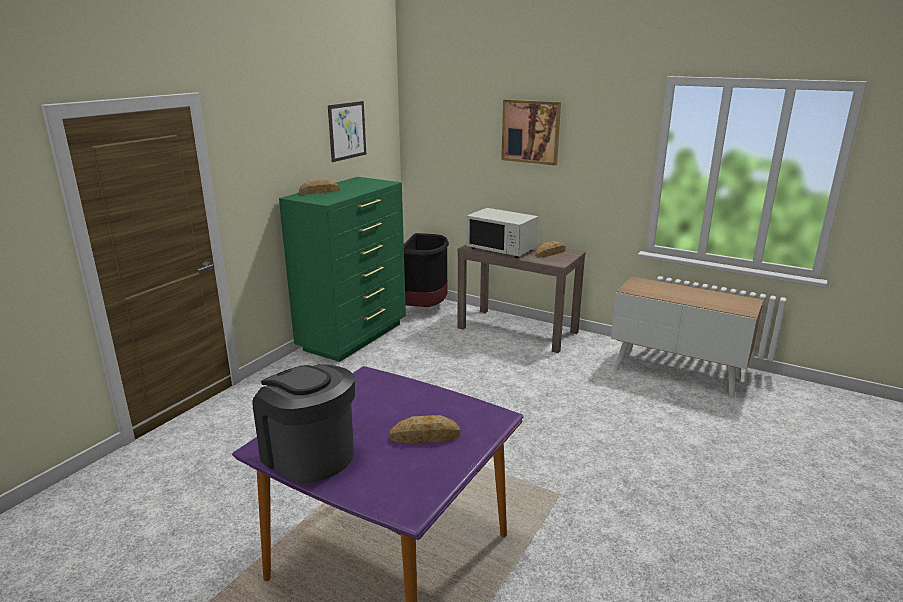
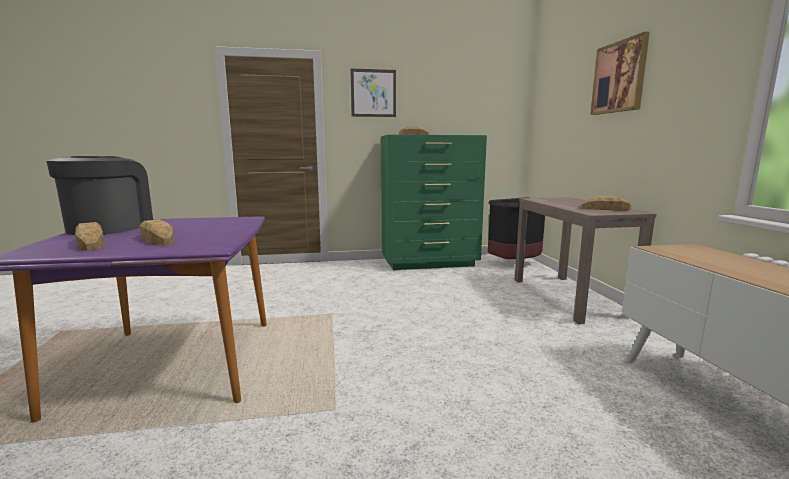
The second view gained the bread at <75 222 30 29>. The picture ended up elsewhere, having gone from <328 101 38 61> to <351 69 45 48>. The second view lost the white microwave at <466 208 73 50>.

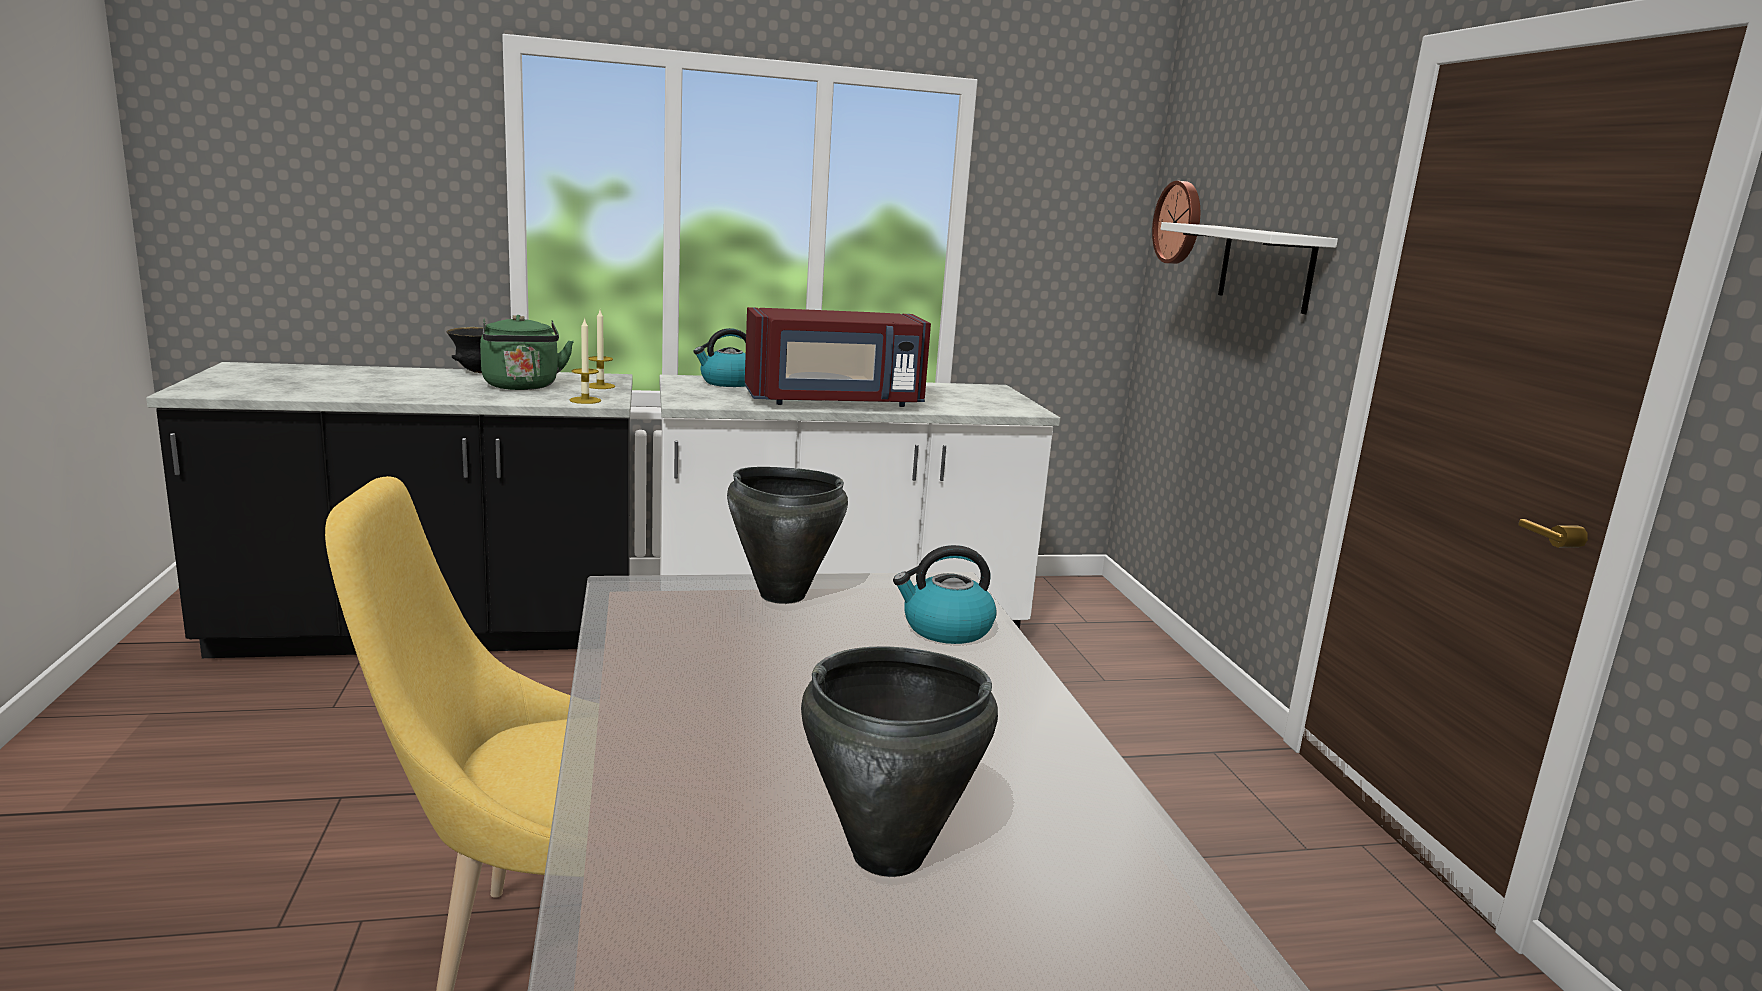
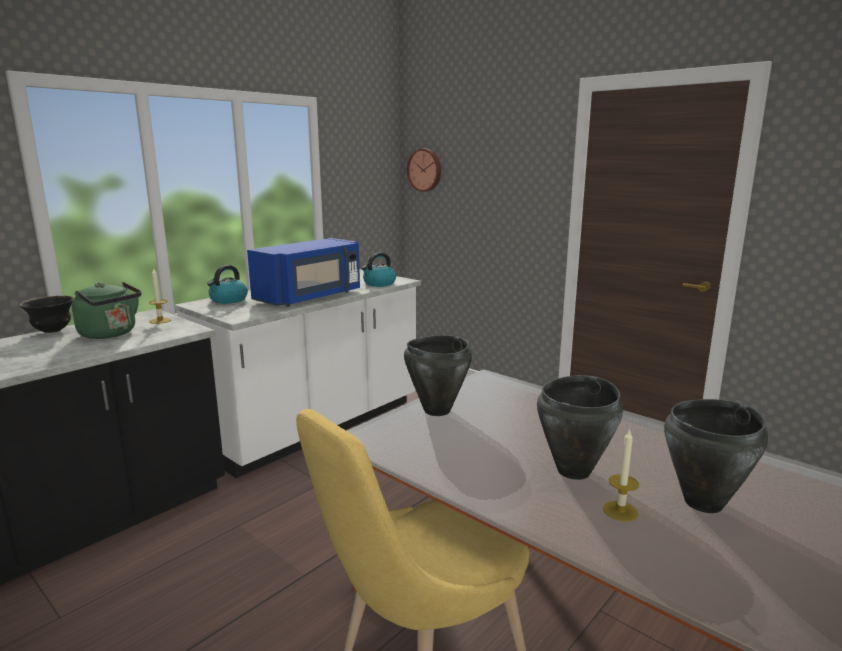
What was the red microwave at <745 307 186 100> turned into the blue microwave at <247 238 113 69>. The kettle ended up elsewhere, having gone from <893 545 104 99> to <362 253 34 34>. The second view gained the black cooking pot at <537 375 86 105>. The candle ended up elsewhere, having gone from <570 318 31 86> to <603 429 36 93>. The second view lost the white shelf at <1161 222 177 92>.

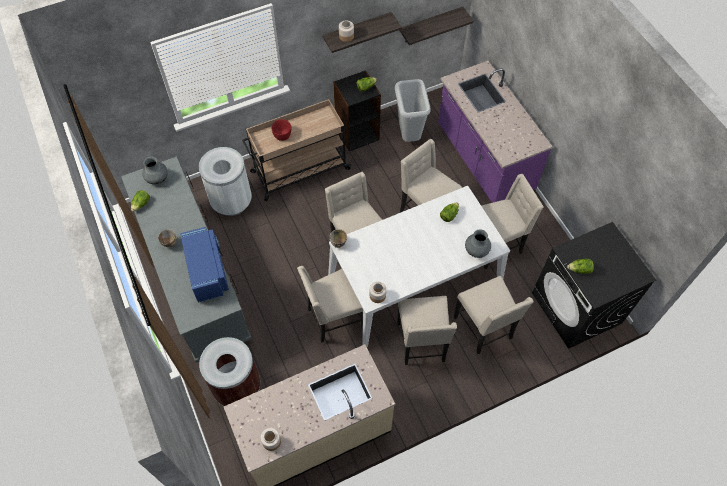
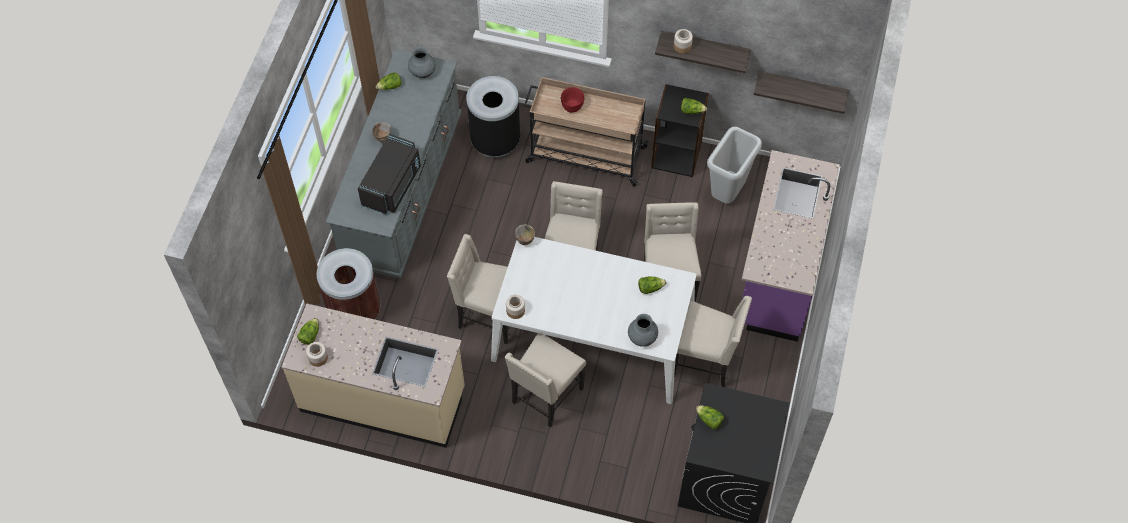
The second view gained the lettuce at <297 318 22 27>. What was the blue microwave at <180 227 49 76> turned into the black microwave at <358 134 63 81>. What was the white trash can at <199 147 53 69> turned into the black trash can at <467 76 53 82>. The second view lost the beige chair at <454 276 80 78>.

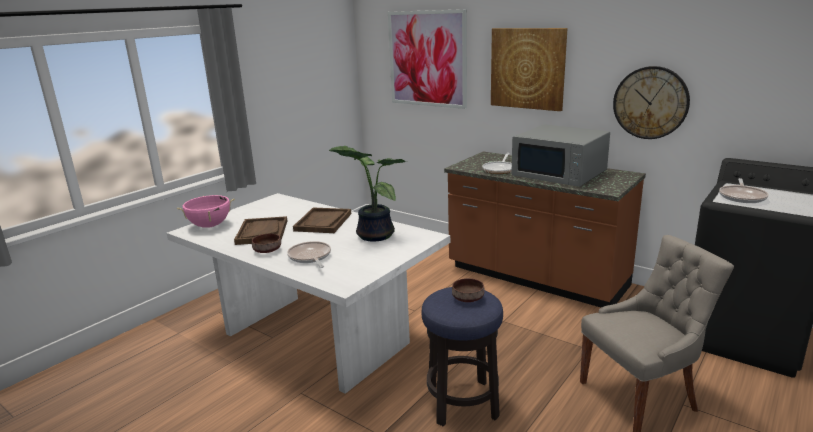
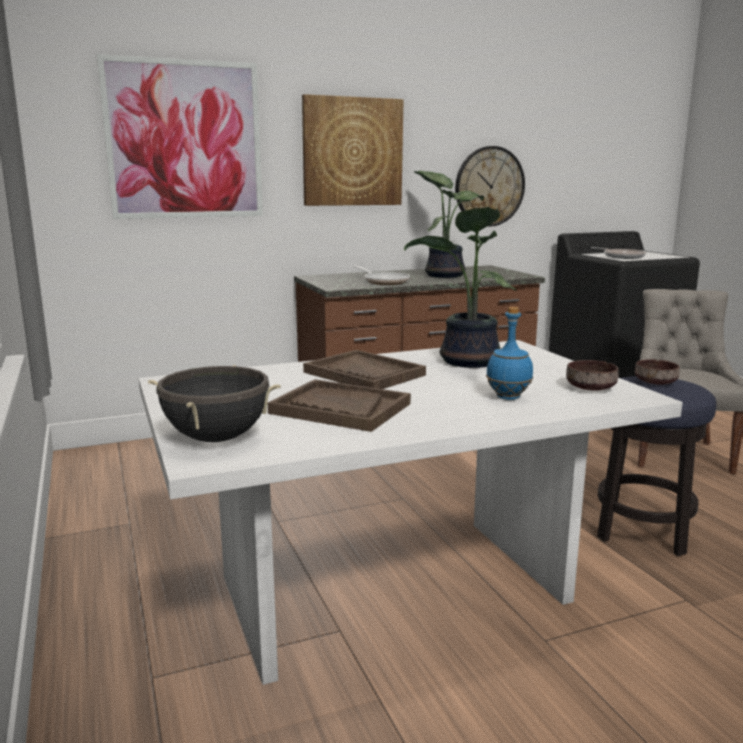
What was the pink cooking pot at <176 195 59 33> turned into the black cooking pot at <148 365 133 77>. Where the grey microwave stood at <511 124 99 63>, the potted plant came to stand at <414 171 70 107>. Where the frying pan stood at <287 241 44 27>, the blue bottle came to stand at <486 307 47 93>. The brown bowl ended up elsewhere, having gone from <252 234 29 19> to <566 360 53 31>.

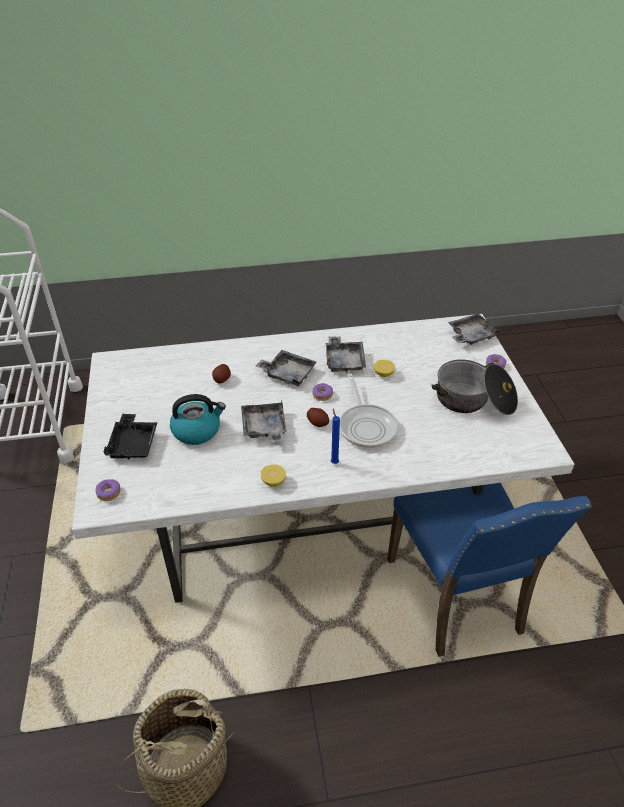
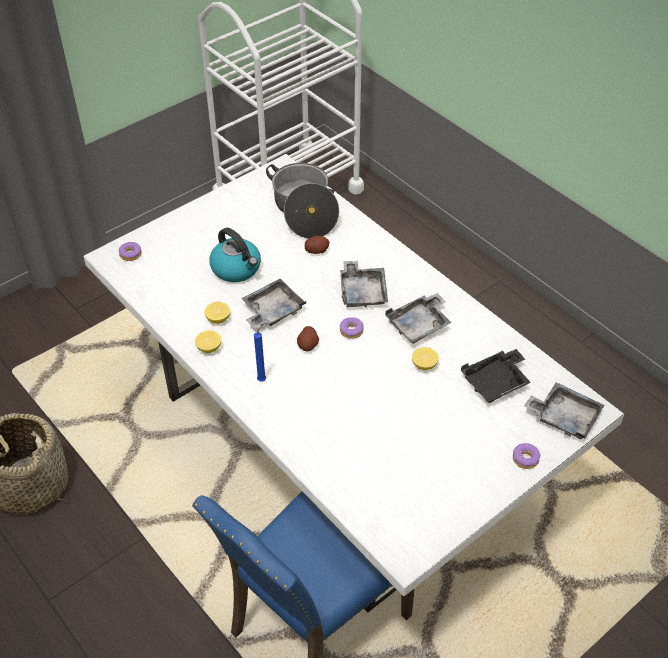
The second view gained the lemon at <204 302 26 22>. The cooking pot ended up elsewhere, having gone from <432 360 86 55> to <266 163 73 76>. The black tray ended up elsewhere, having gone from <103 414 54 46> to <461 349 70 54>. The second view lost the frying pan at <340 373 58 75>.

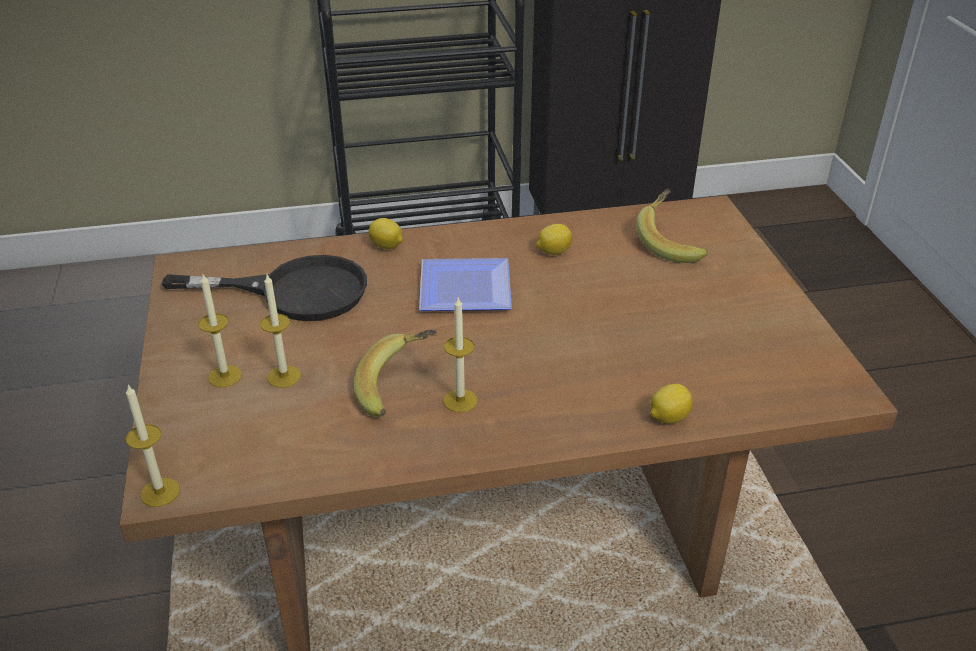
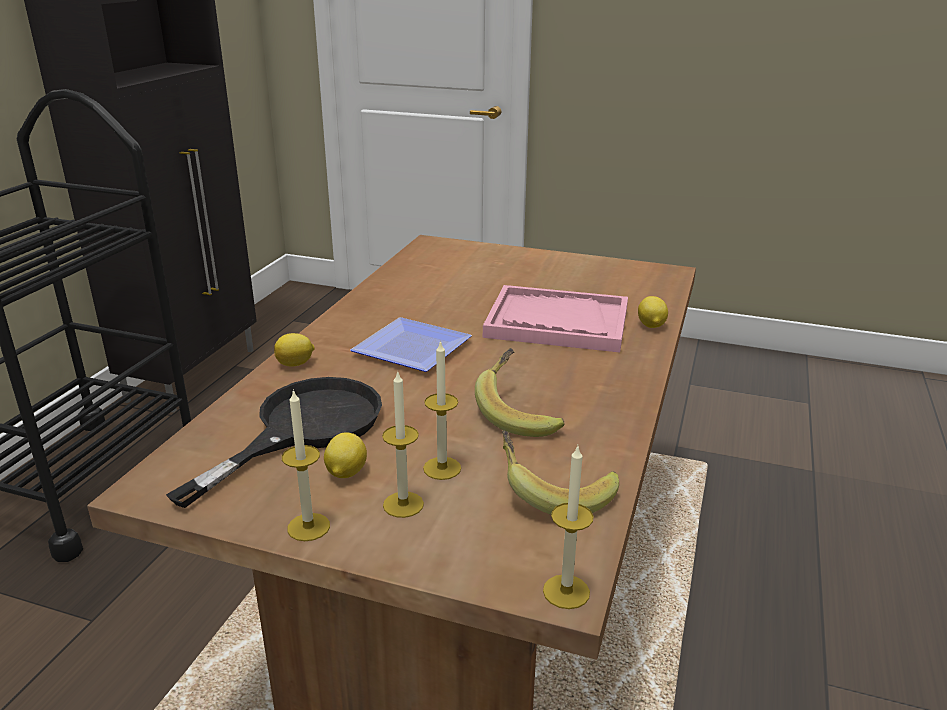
The candle ended up elsewhere, having gone from <443 297 35 116> to <282 389 48 152>. The lemon ended up elsewhere, having gone from <536 224 36 31> to <324 432 43 46>. The second view gained the pink tray at <483 285 145 68>. The banana ended up elsewhere, having gone from <636 189 72 74> to <502 431 117 83>.

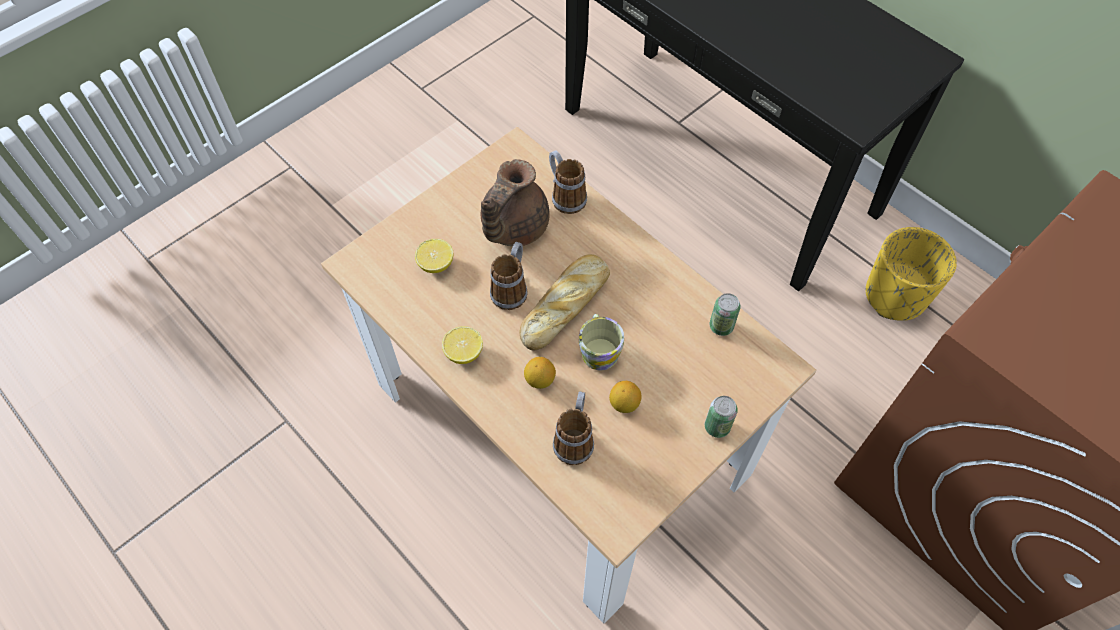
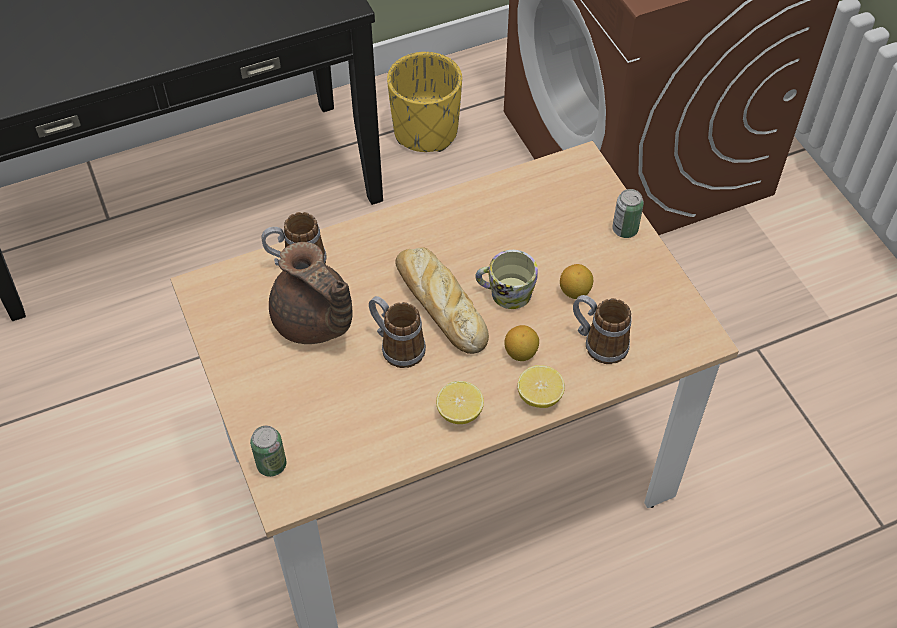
The can ended up elsewhere, having gone from <709 293 32 43> to <250 426 37 51>. The lemon ended up elsewhere, having gone from <415 239 38 34> to <518 365 47 43>.

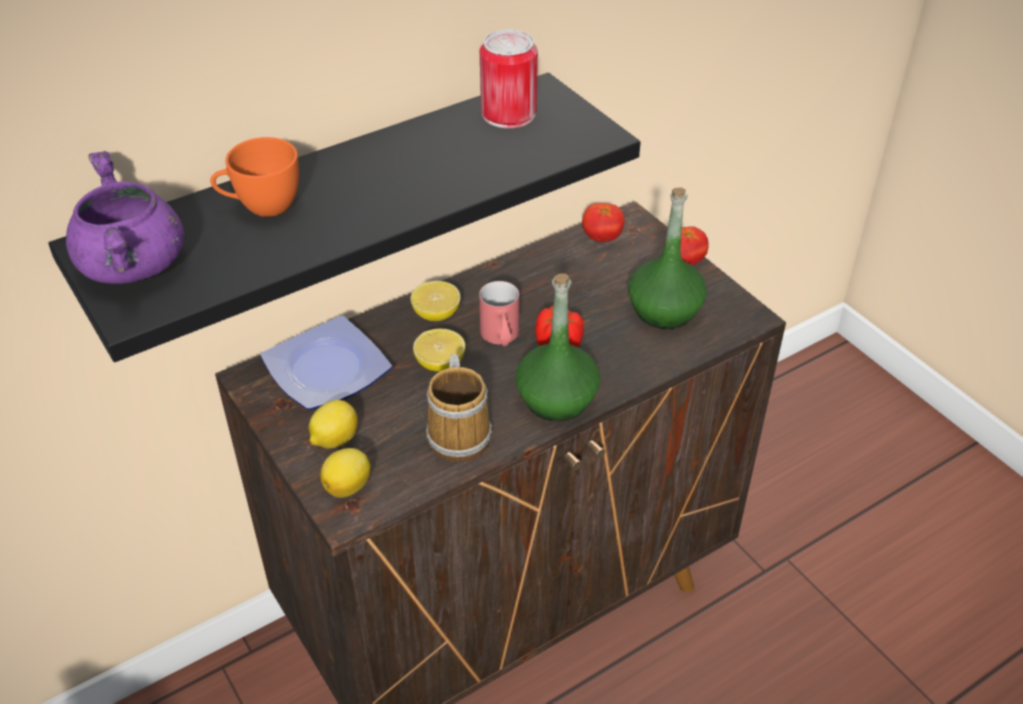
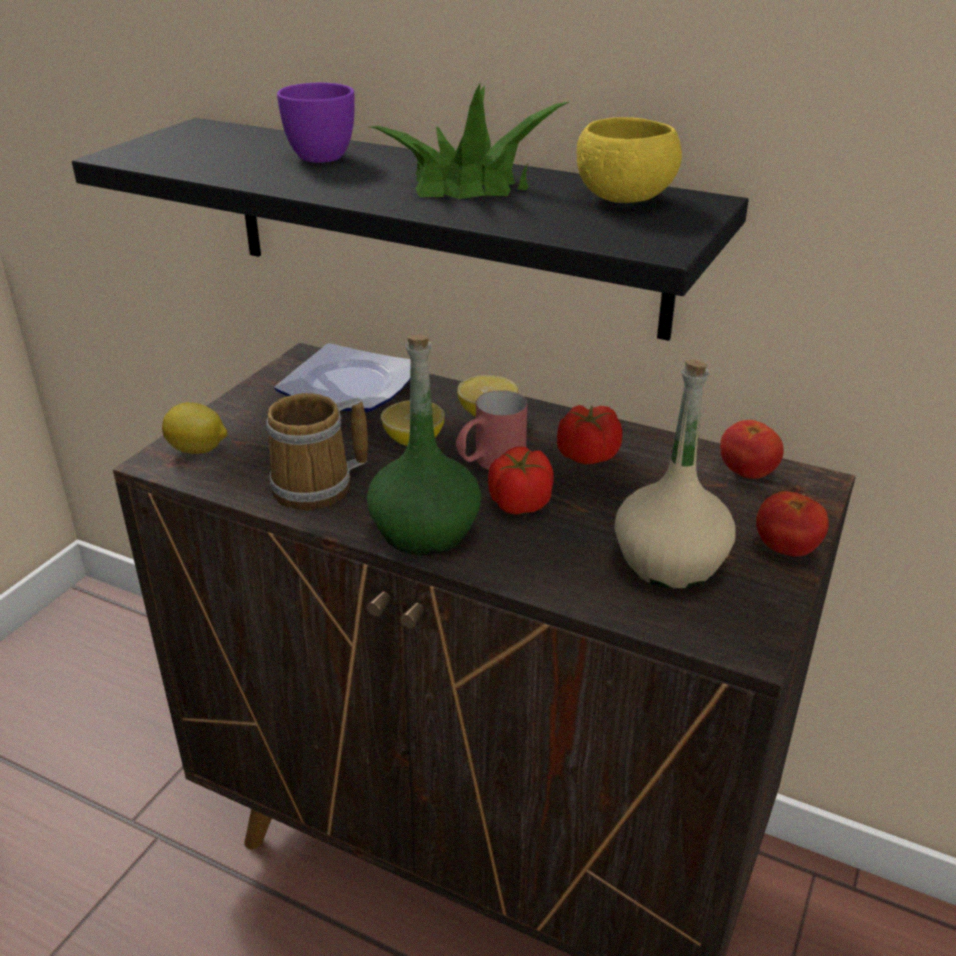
What was the orange cup at <210 137 89 80> turned into the purple cup at <277 83 78 80>. The second view gained the potted plant at <370 83 201 116>. The second view gained the tomato at <557 405 65 59>. Where the can stood at <480 29 58 99>, the yellow bowl came to stand at <577 117 105 86>. What was the green bottle at <628 188 79 141> turned into the beige bottle at <614 359 121 230>. The second view lost the purple cooking pot at <66 151 118 133>. The second view lost the lemon at <308 400 50 49>.

